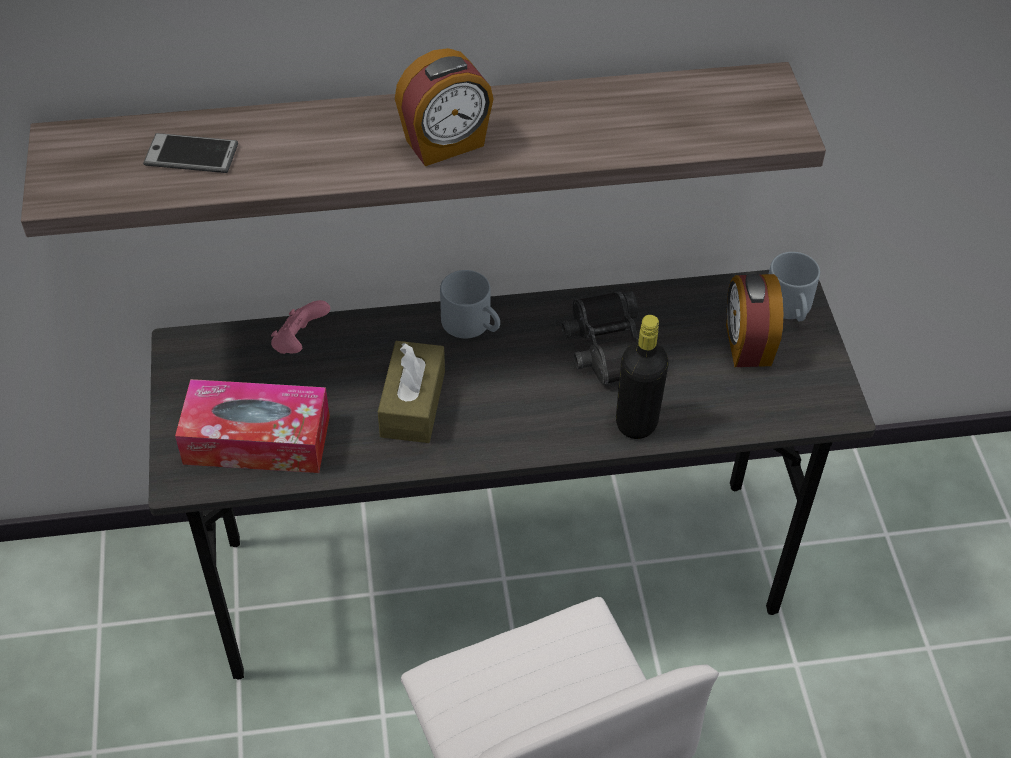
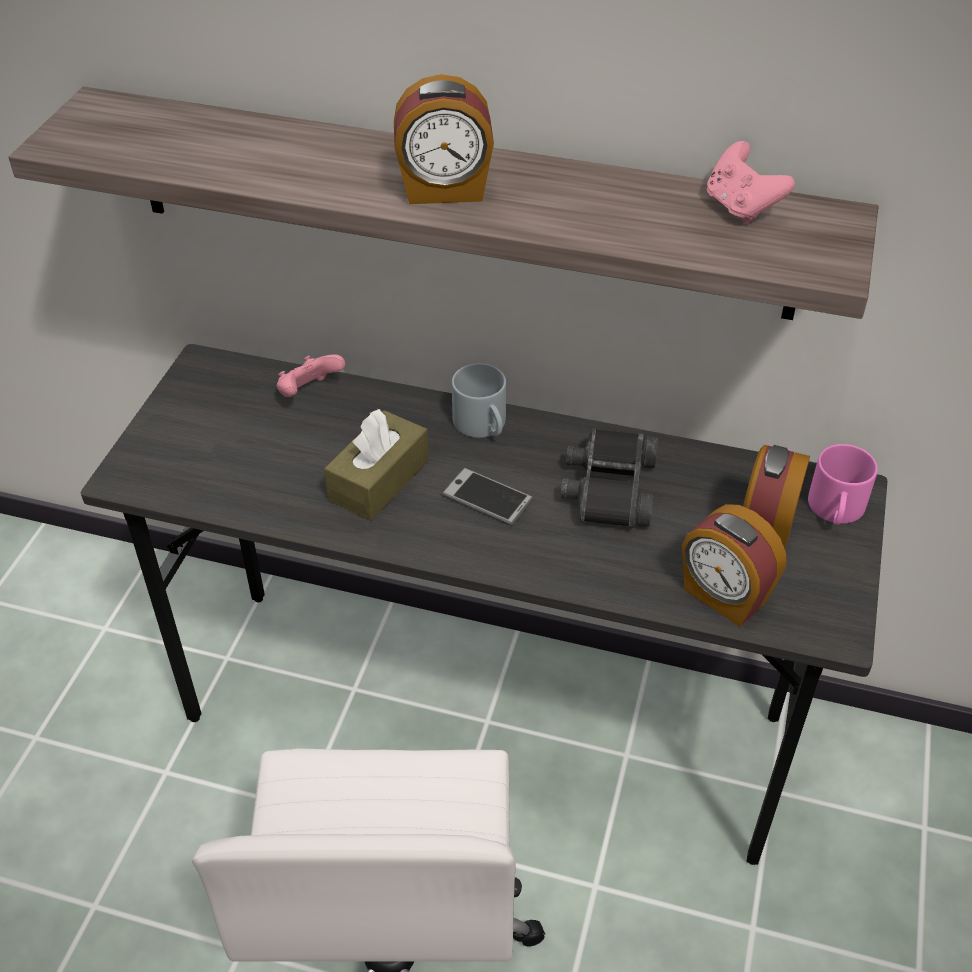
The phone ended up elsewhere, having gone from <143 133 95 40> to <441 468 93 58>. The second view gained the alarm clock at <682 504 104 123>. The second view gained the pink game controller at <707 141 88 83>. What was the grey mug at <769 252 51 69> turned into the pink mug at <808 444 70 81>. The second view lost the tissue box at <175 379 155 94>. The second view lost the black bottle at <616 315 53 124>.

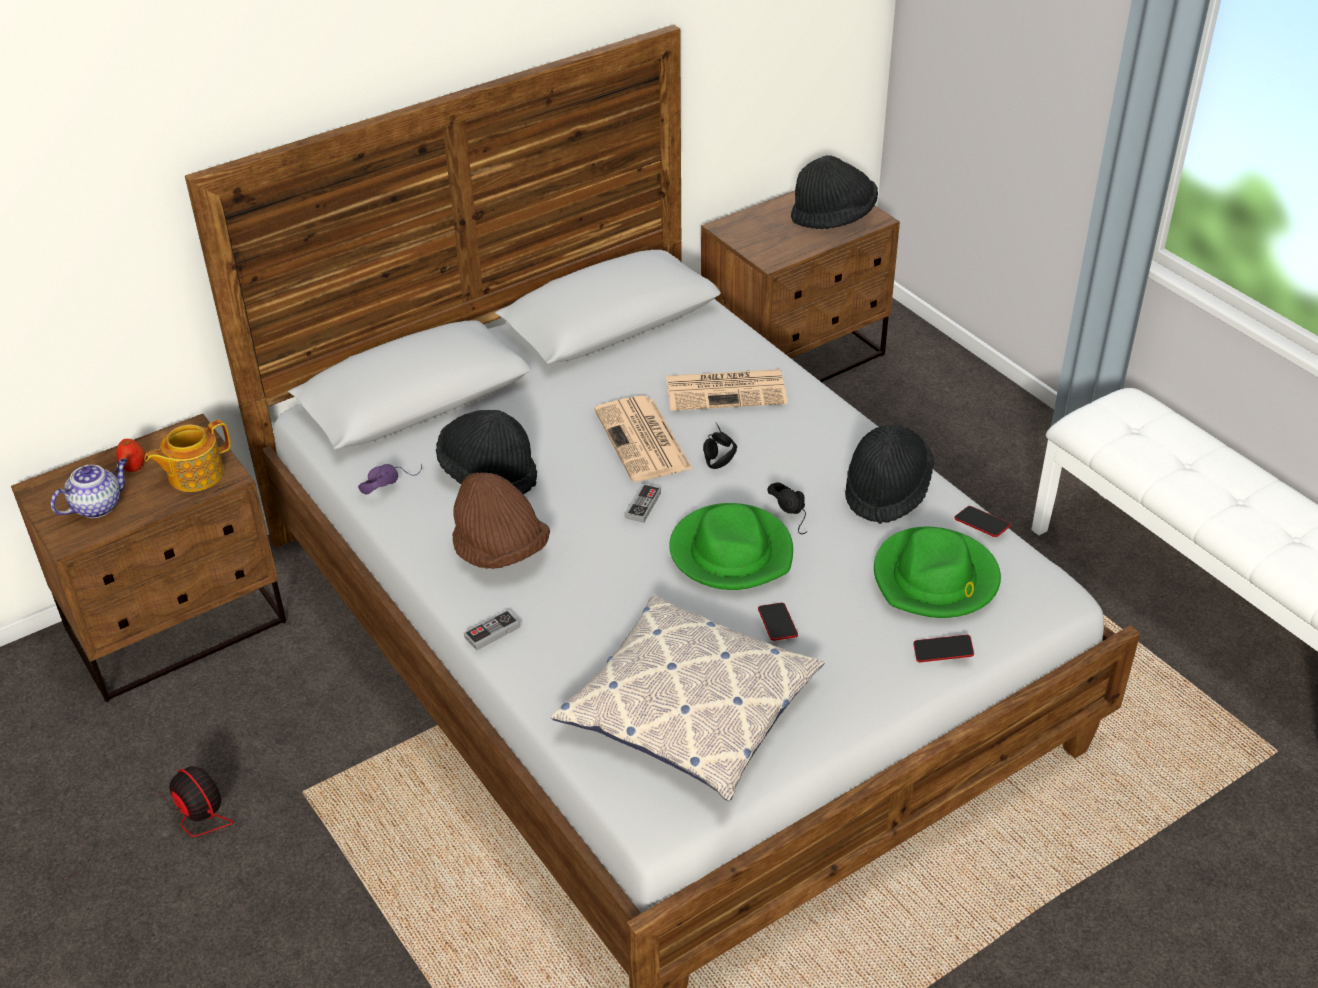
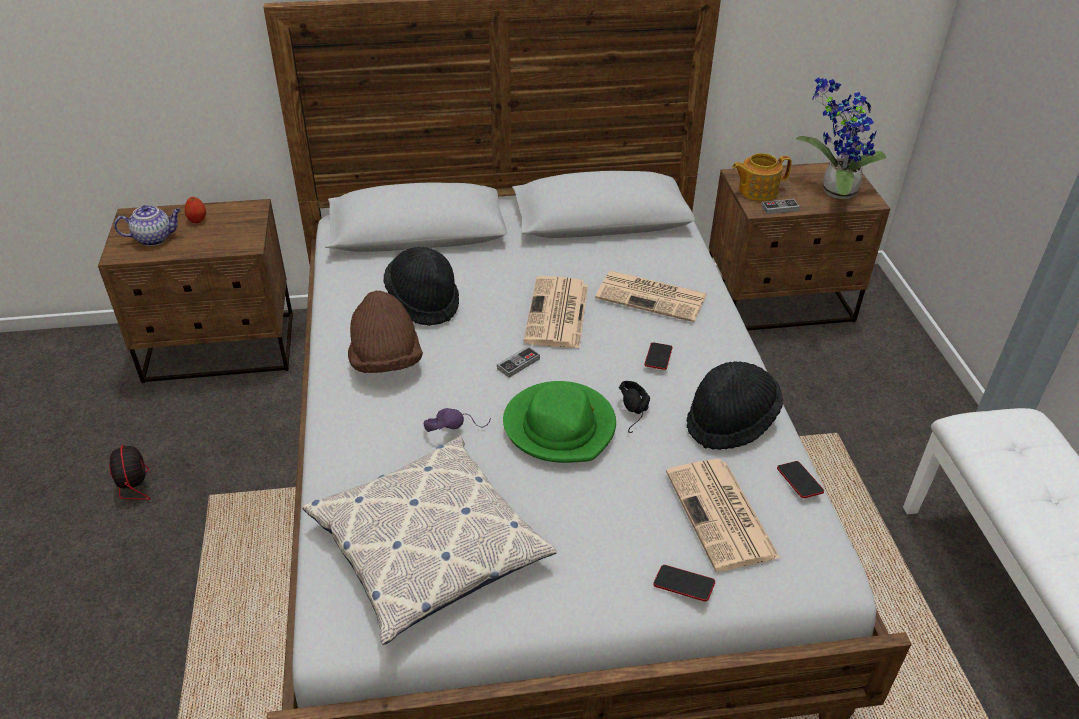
The purple headphones ended up elsewhere, having gone from <358 463 64 32> to <424 408 67 24>. The phone ended up elsewhere, having gone from <758 603 40 38> to <644 342 29 28>. Where the green hat stood at <874 527 127 91>, the newspaper came to stand at <666 459 114 113>. The teapot ended up elsewhere, having gone from <144 420 87 72> to <732 153 60 48>. The game controller ended up elsewhere, having gone from <464 609 56 42> to <761 199 39 15>. Where the black hat stood at <791 155 87 74>, the potted plant came to stand at <796 78 90 121>. The second view lost the black headphones at <703 423 34 46>.

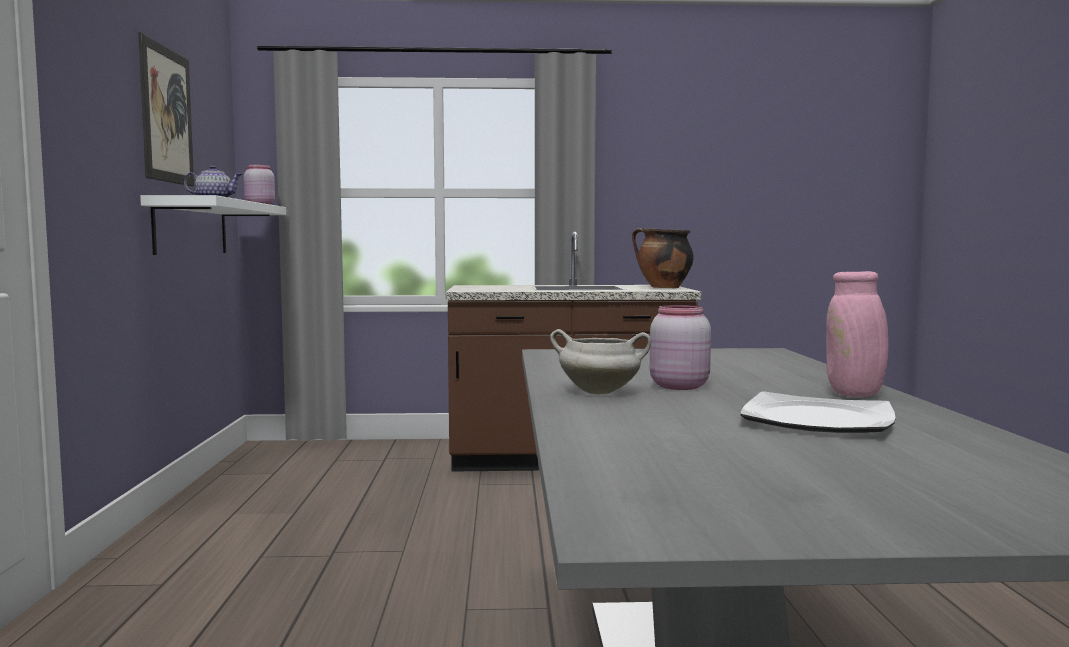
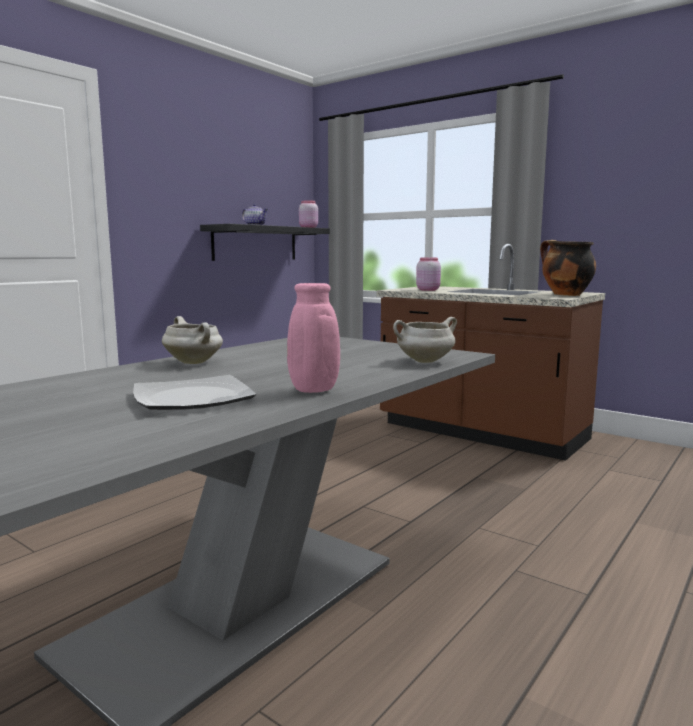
What was the white shelf at <140 195 146 60> turned into the black shelf at <200 224 130 37>. The second view gained the white cooking pot at <393 317 64 46>. The pink jar ended up elsewhere, having gone from <650 305 61 85> to <416 257 25 34>. The second view lost the picture at <138 33 56 153>.

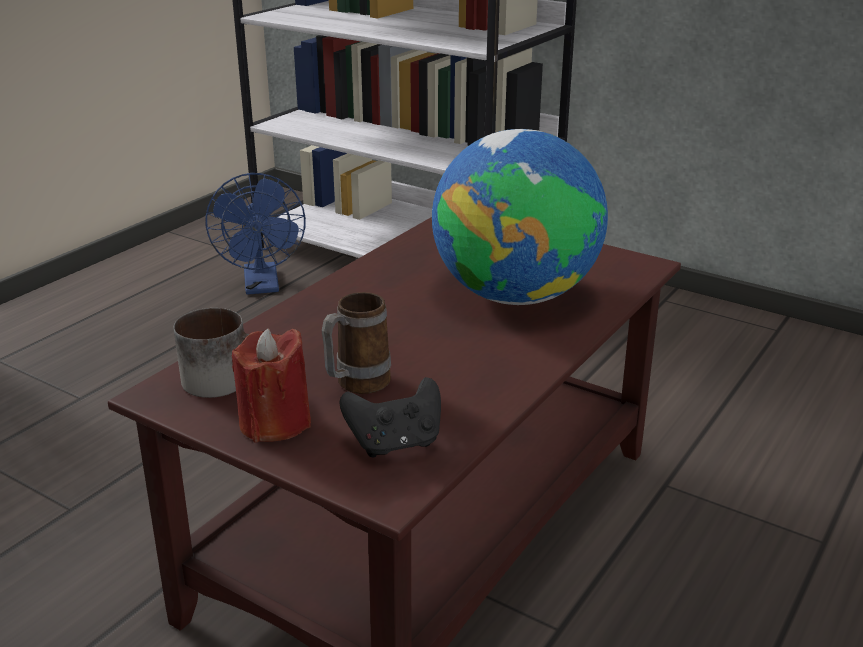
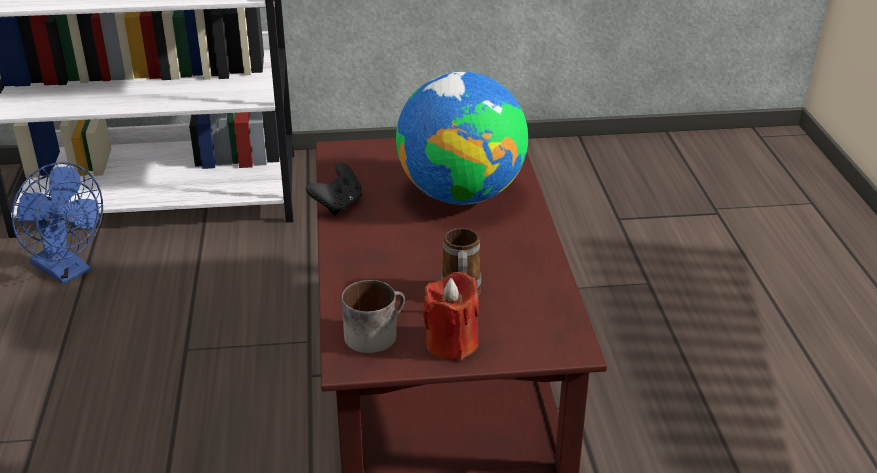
The black game controller ended up elsewhere, having gone from <339 377 102 80> to <306 162 56 54>.

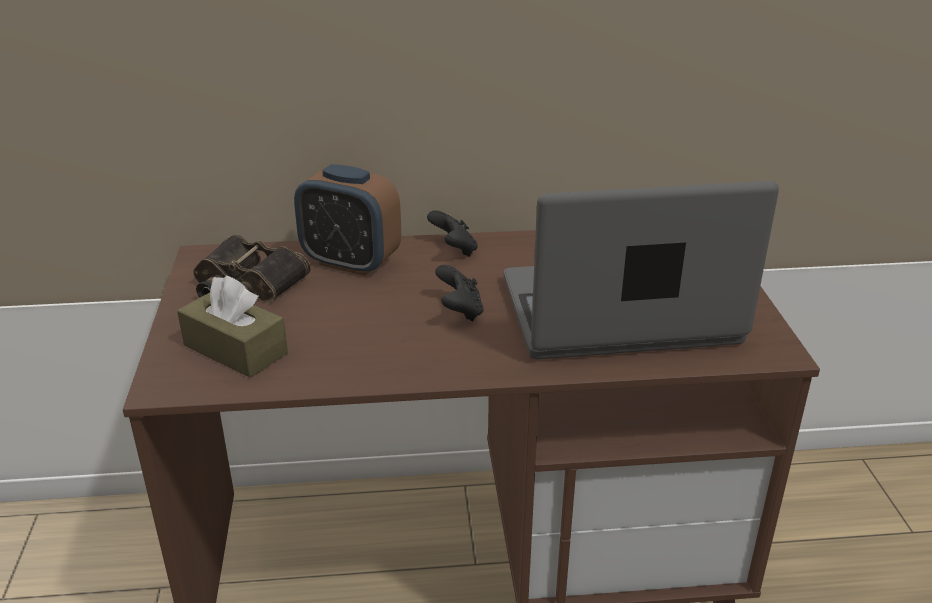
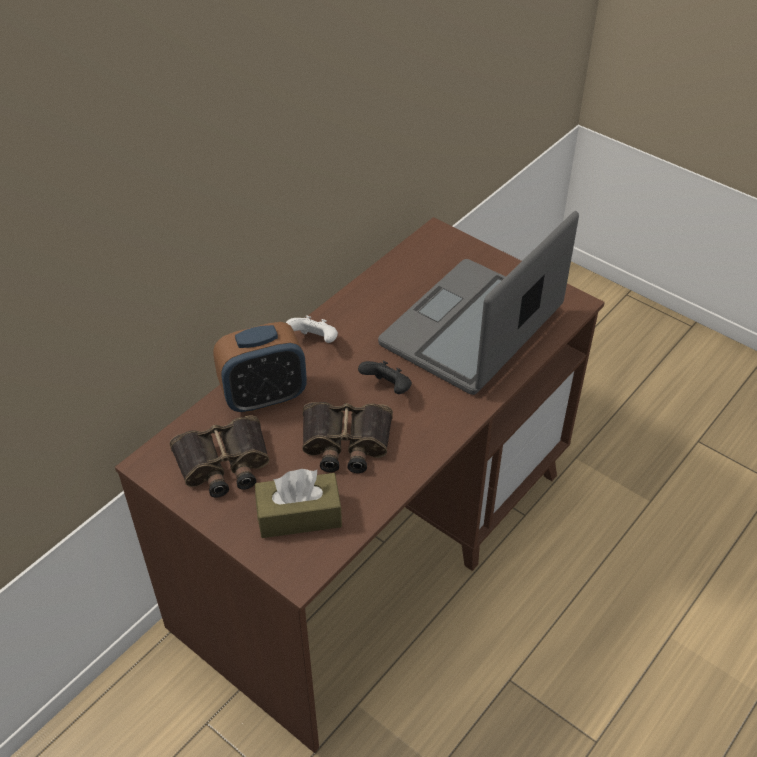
What was the black game controller at <427 210 51 47> turned into the white game controller at <286 315 52 28>. The second view gained the binoculars at <302 402 91 71>.

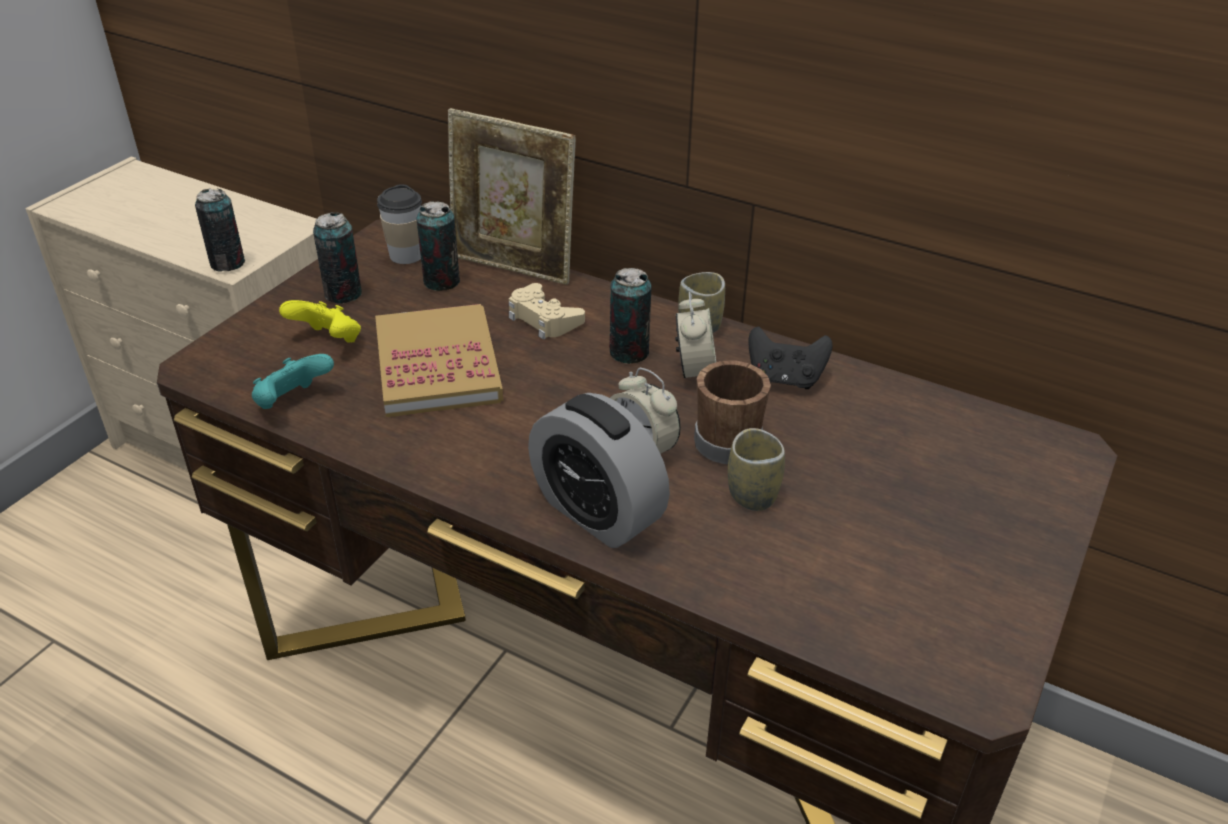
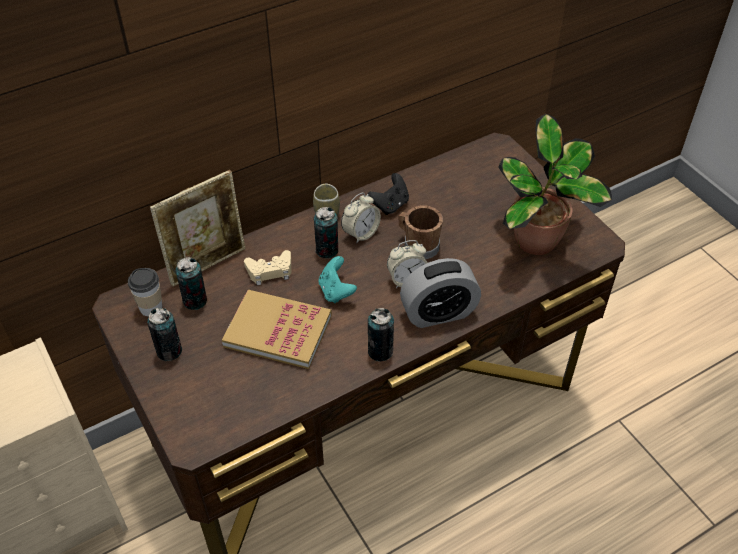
The turquoise game controller ended up elsewhere, having gone from <252 354 82 55> to <319 256 38 47>. The alarm clock at <675 292 41 86> ended up facing another way, 105 degrees clockwise from before. The can ended up elsewhere, having gone from <195 188 50 83> to <368 308 26 54>. The second view gained the potted plant at <498 114 114 141>. The second view lost the yellow game controller at <279 300 82 43>. The second view lost the cup at <728 428 57 83>.

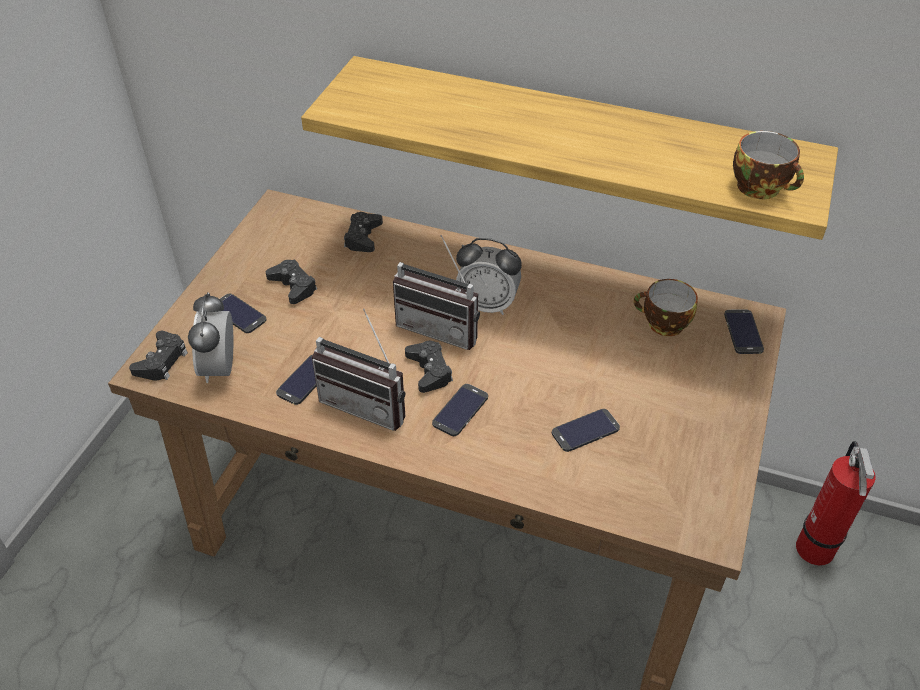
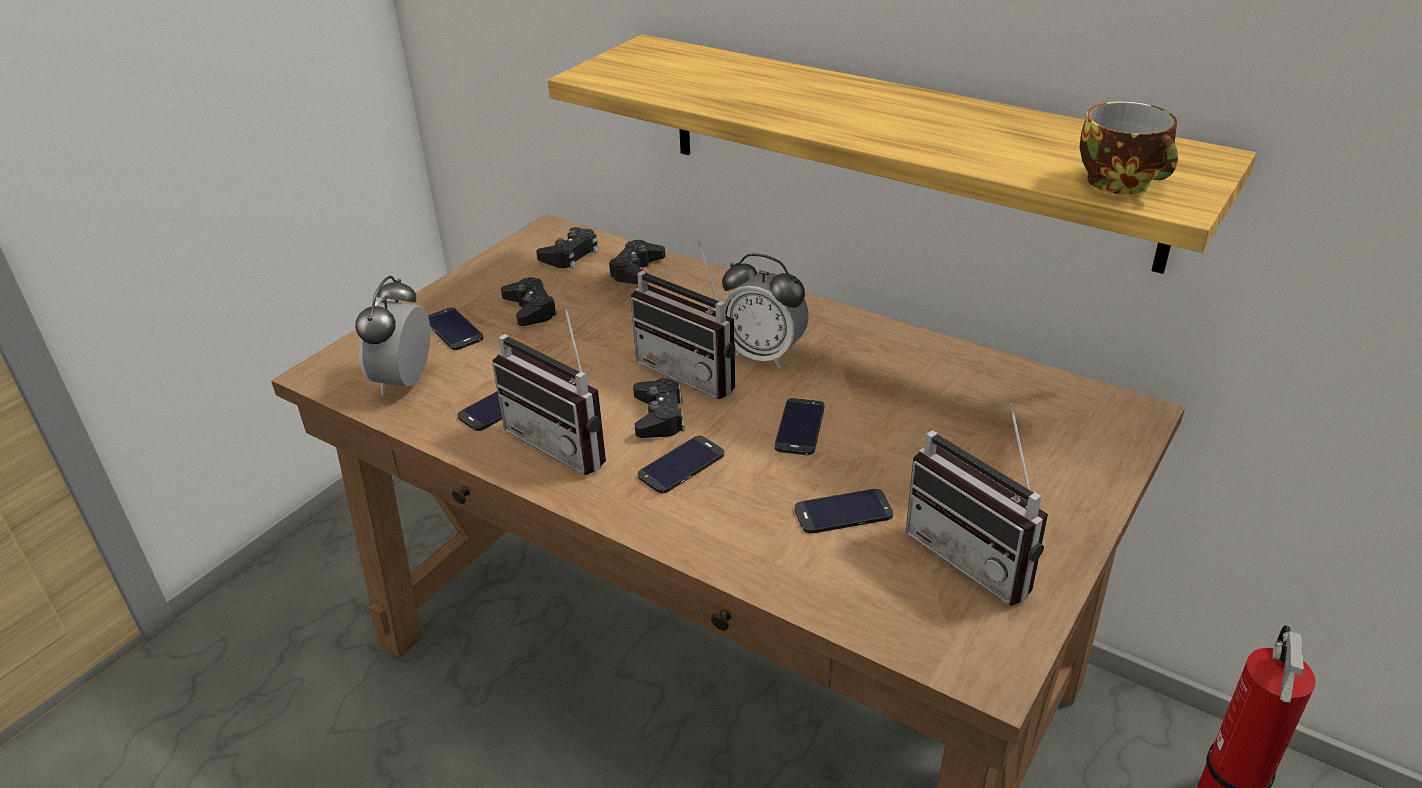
The black game controller ended up elsewhere, having gone from <129 331 59 50> to <536 227 63 42>. The phone ended up elsewhere, having gone from <724 309 40 45> to <775 398 49 57>. The second view gained the radio at <906 403 142 203>. The second view lost the cup at <634 279 64 57>.

